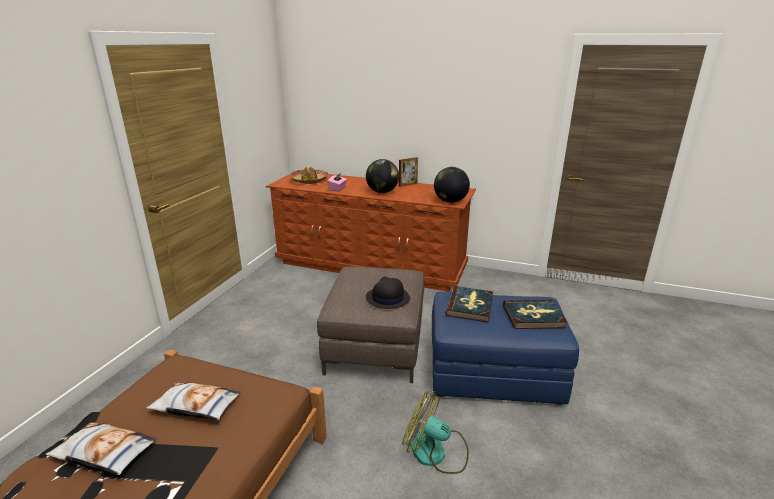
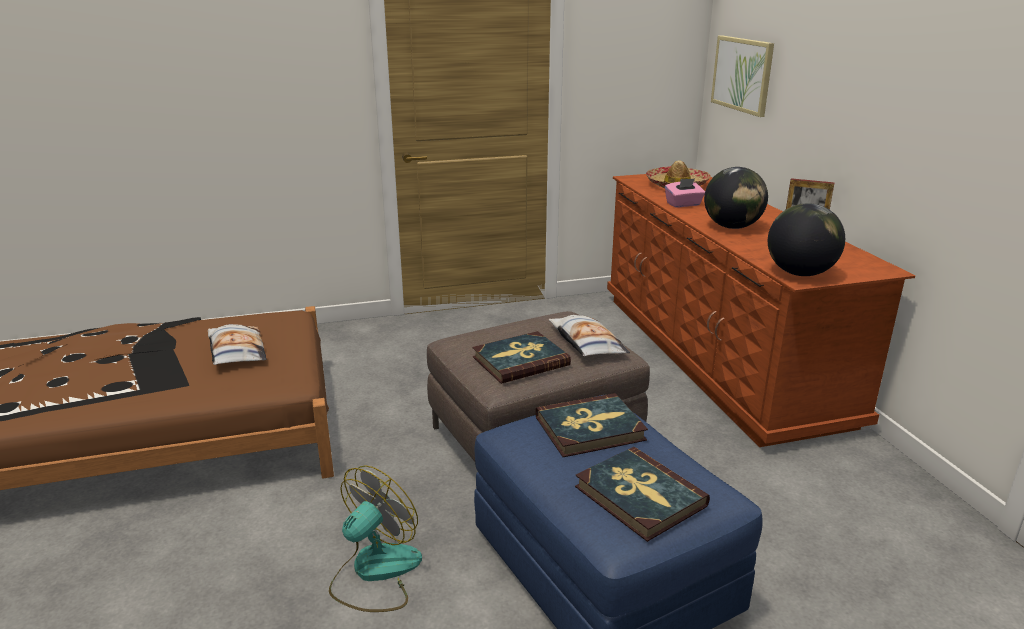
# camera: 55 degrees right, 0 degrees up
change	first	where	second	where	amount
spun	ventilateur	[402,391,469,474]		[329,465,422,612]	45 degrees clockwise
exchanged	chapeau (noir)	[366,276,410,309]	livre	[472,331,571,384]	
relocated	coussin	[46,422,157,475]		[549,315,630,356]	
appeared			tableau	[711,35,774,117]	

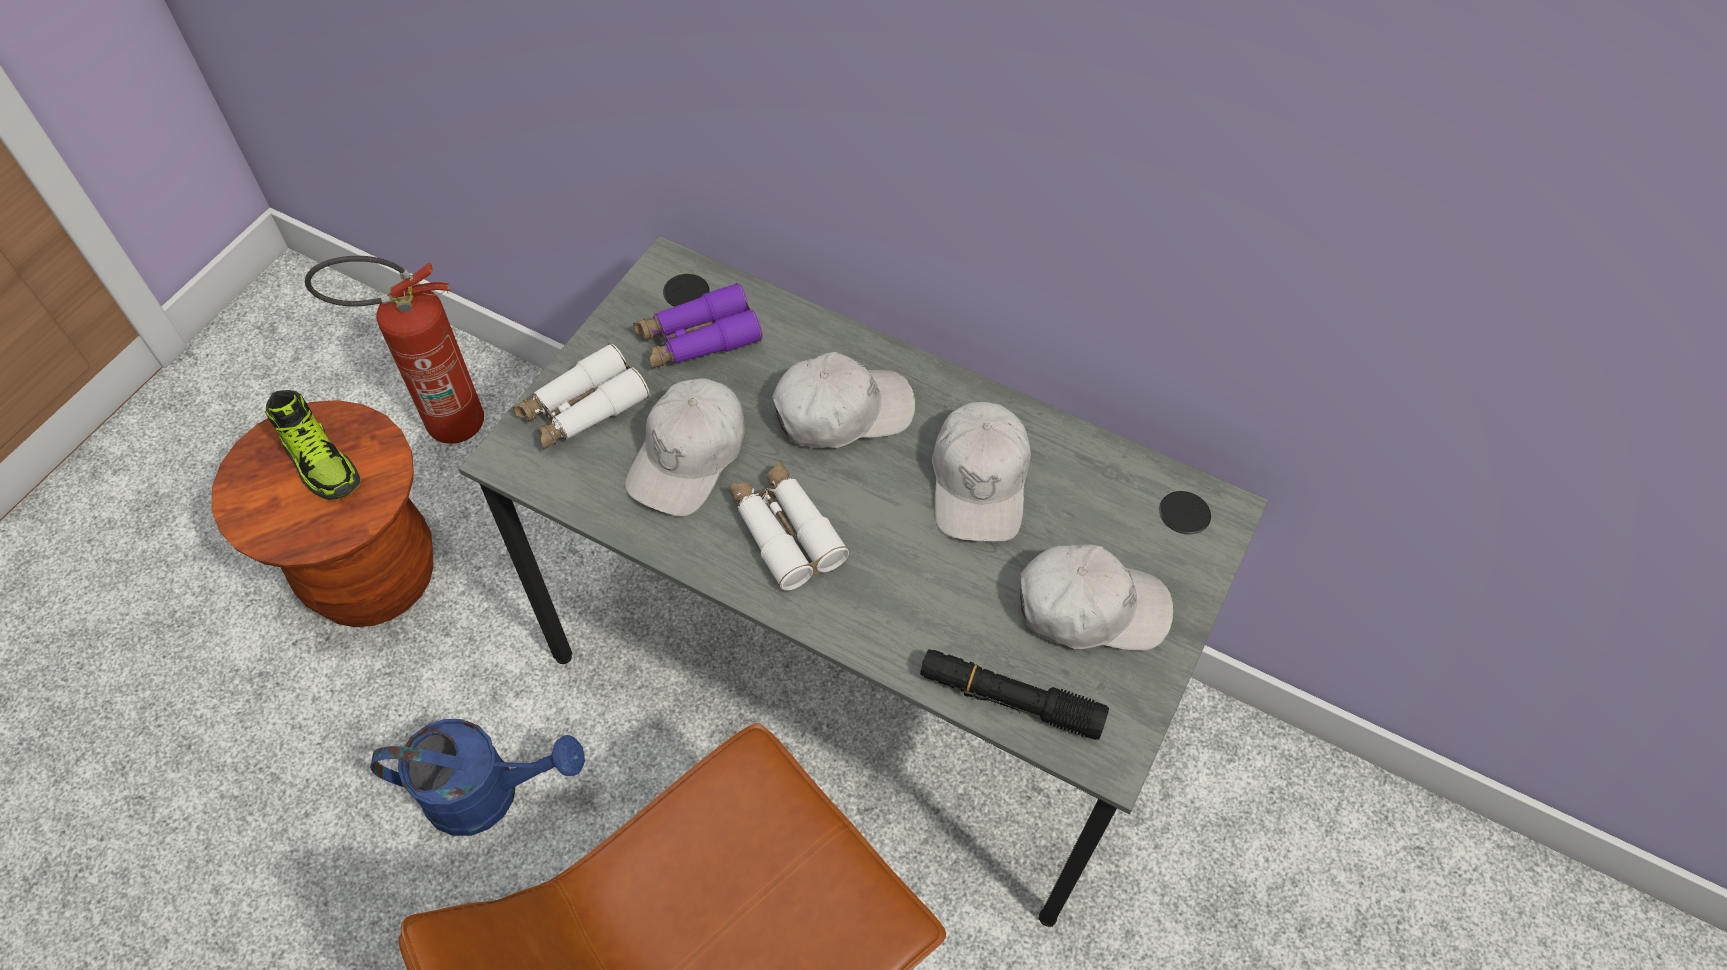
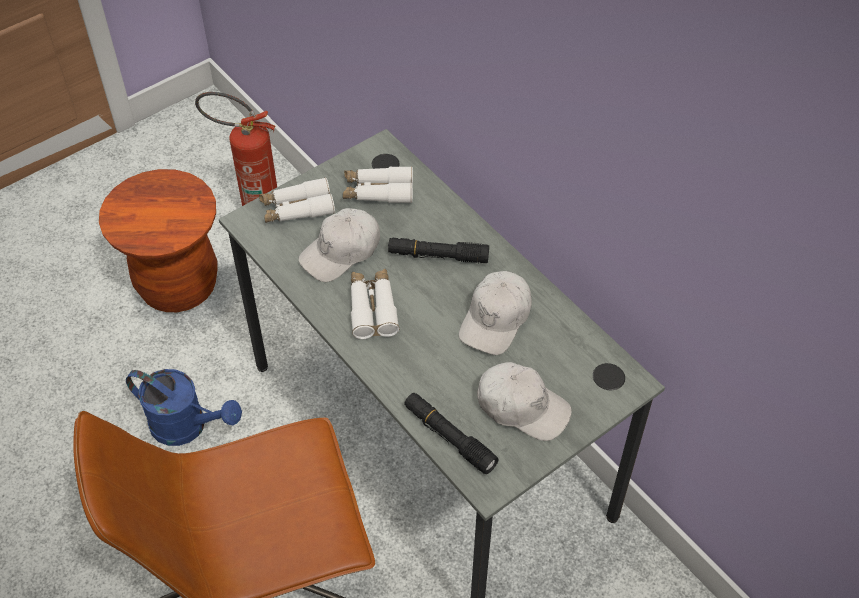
# camera: 25 degrees right, 5 degrees down
change	first	where	second	where	amount
colour	jumelles (violet)	[633,283,763,369]	jumelles (blanc)	[343,166,413,203]	
exchanged	casquette (blanc)	[772,352,915,448]	lampe de poche (noir)	[388,238,489,264]	
missing	chaussure	[265,390,361,500]			

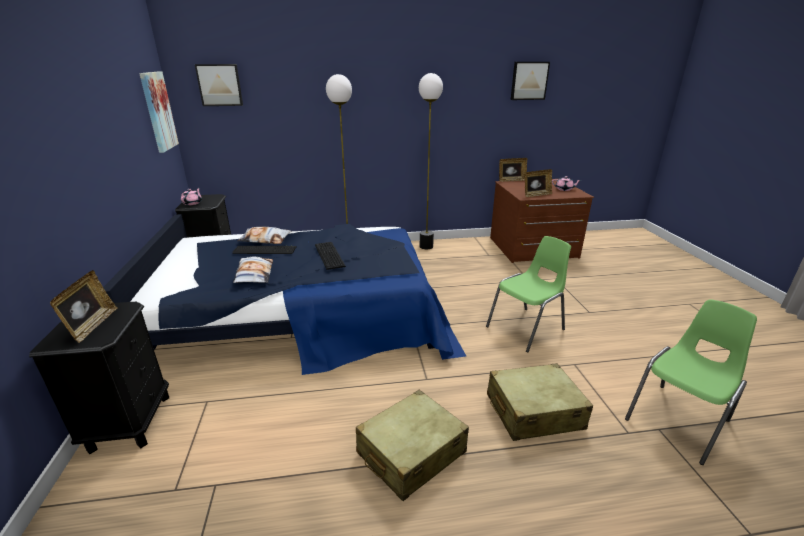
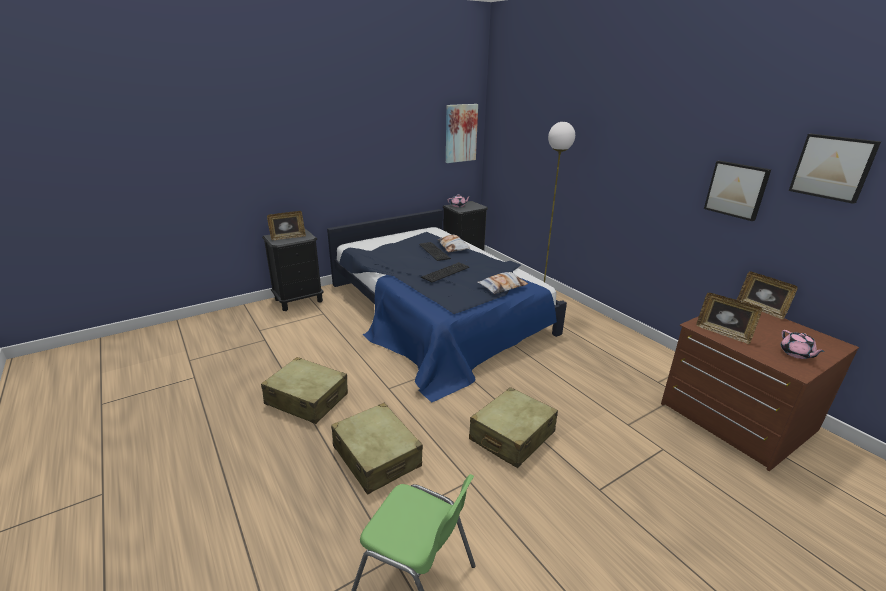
# camera: 65 degrees right, 0 degrees up
change	first	where	second	where	amount
exchanged	chaise (vert)	[486,236,571,352]	valise (beige)	[469,387,558,468]	
relocated	coussin	[233,256,273,283]		[477,272,528,294]	
relocated	tableau	[195,64,243,106]		[704,161,771,221]	
missing	lampadaire	[419,73,443,249]			

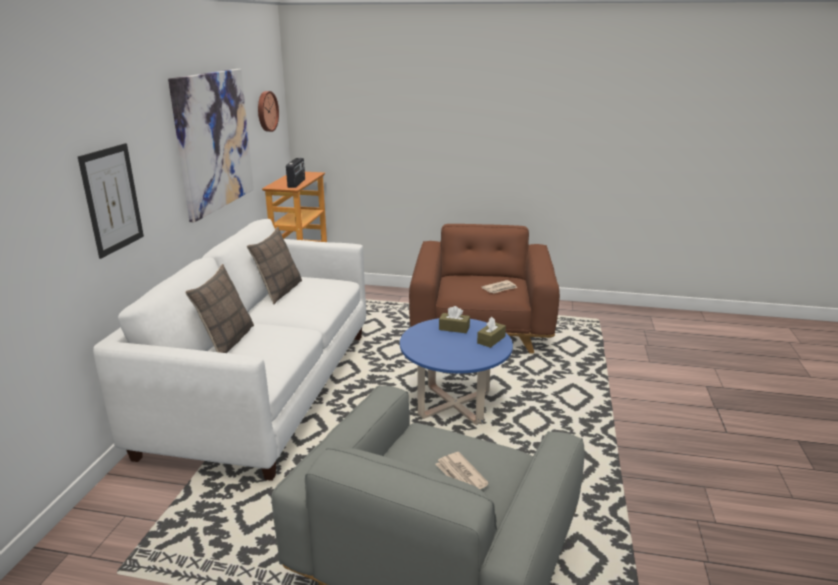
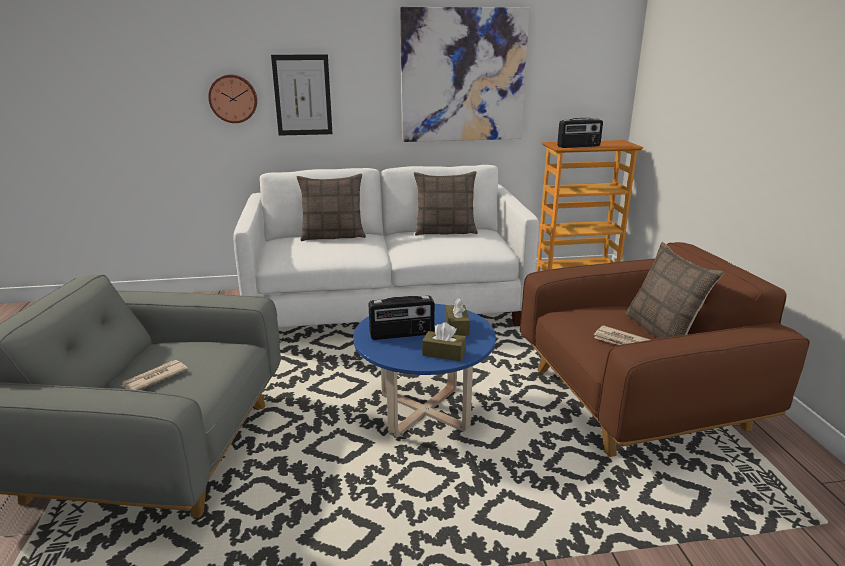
# camera: 70 degrees right, 0 degrees up
change	first	where	second	where	amount
relocated	horloge murale	[258,91,279,132]		[208,75,257,123]	
appeared			radio	[369,296,435,340]	
appeared			coussin	[625,242,723,338]	

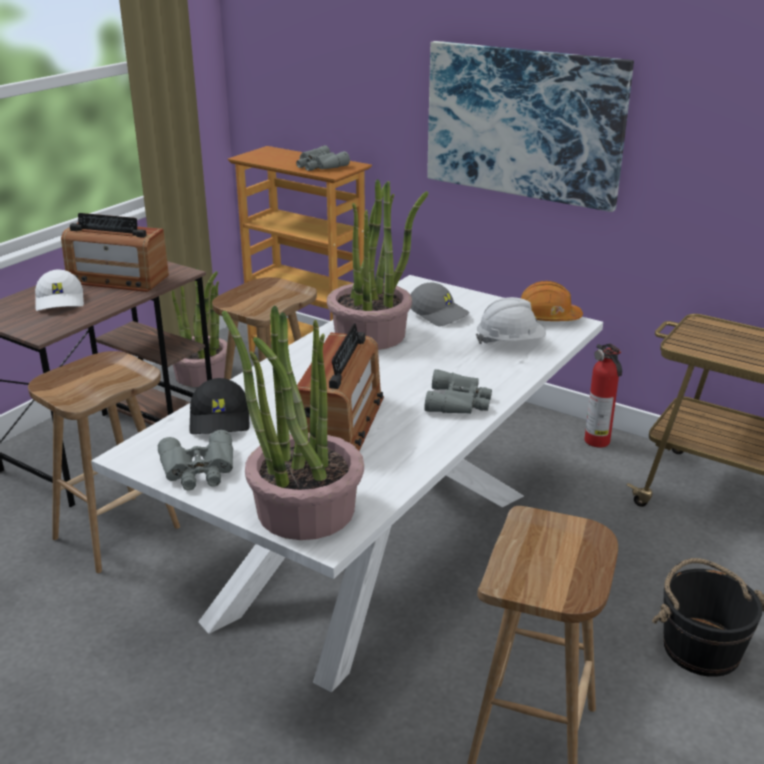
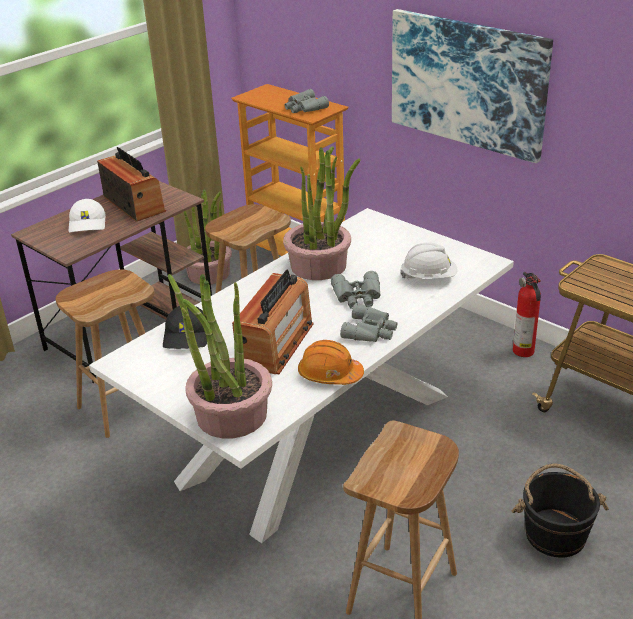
# camera: 10 degrees right, 5 degrees up
change	first	where	second	where	amount
spun	radio	[61,213,169,292]		[97,147,166,222]	150 degrees counterclockwise
relocated	casque de chantier (orange)	[521,281,583,321]		[298,340,364,385]	
relocated	jumelles (gris)	[158,430,233,491]		[331,271,381,309]	
missing	casquette (gris)	[410,283,470,326]			

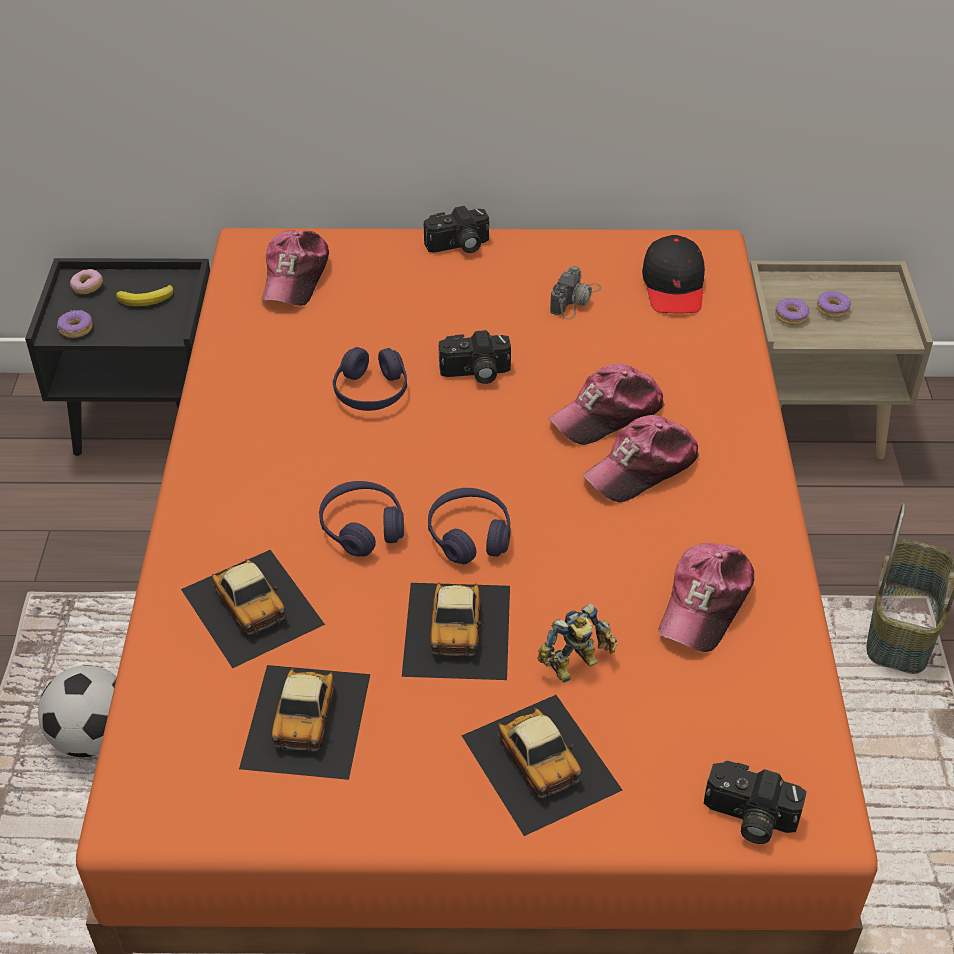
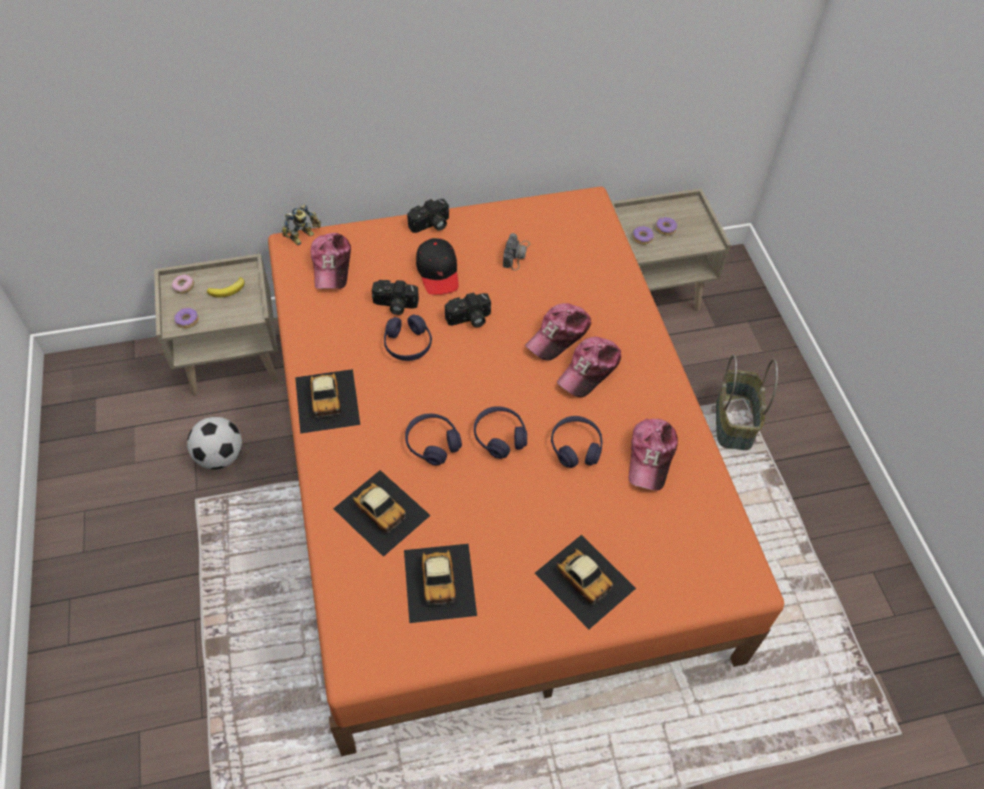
# camera: 15 degrees left, 10 degrees up
change	first	where	second	where	amount
colour	table de chevet (noir)	[25,258,210,456]	table de chevet (beige)	[154,253,278,395]	
relocated	ballon de foot	[38,665,117,757]		[187,417,242,469]	
relocated	robot jouet	[537,603,618,683]		[282,204,321,245]	
relocated	petite voiture	[402,582,510,680]		[295,369,360,434]	
relocated	appareil photo	[704,761,807,844]		[372,280,419,315]	
relocated	casquette (noir)	[642,235,705,313]		[416,238,458,295]	
appeared			casque audio (violet)	[551,416,602,468]	

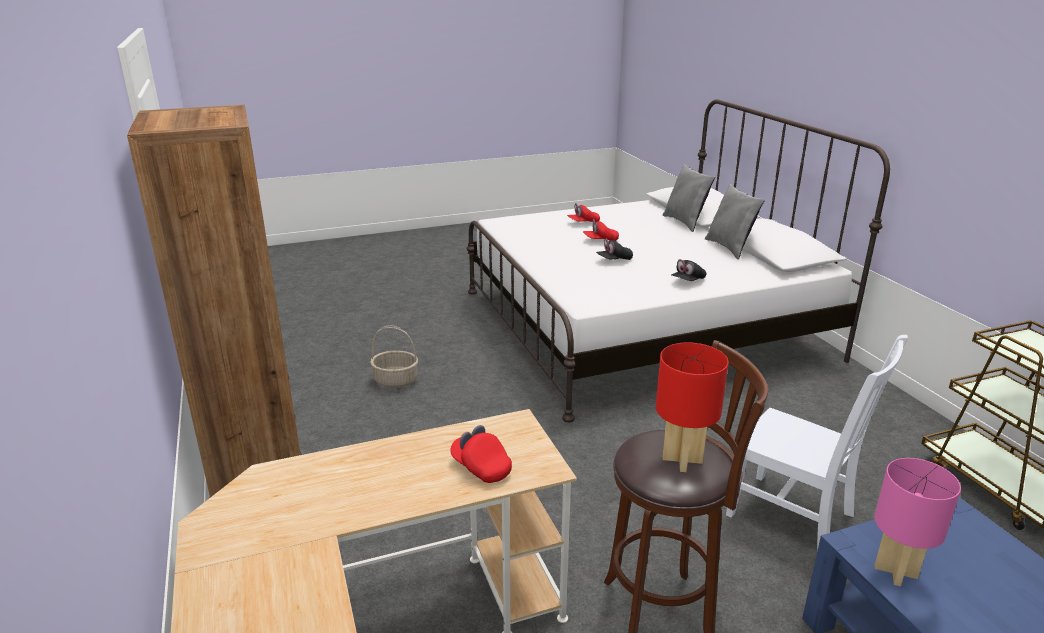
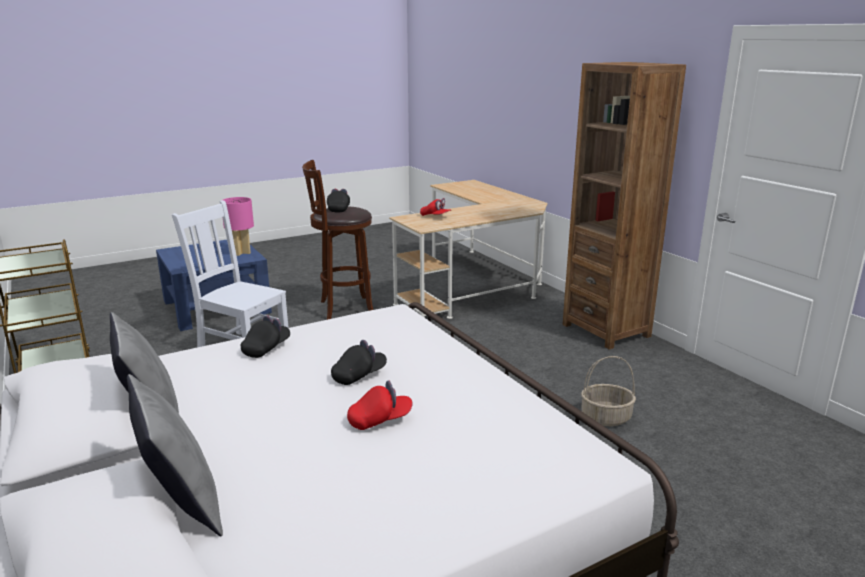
# camera: 170 degrees right, 5 degrees down
change	first	where	second	where	amount
exchanged	lampe de table (rouge)	[656,342,729,472]	casquette (noir)	[327,189,350,213]	
missing	casquette (rouge)	[567,203,600,222]			

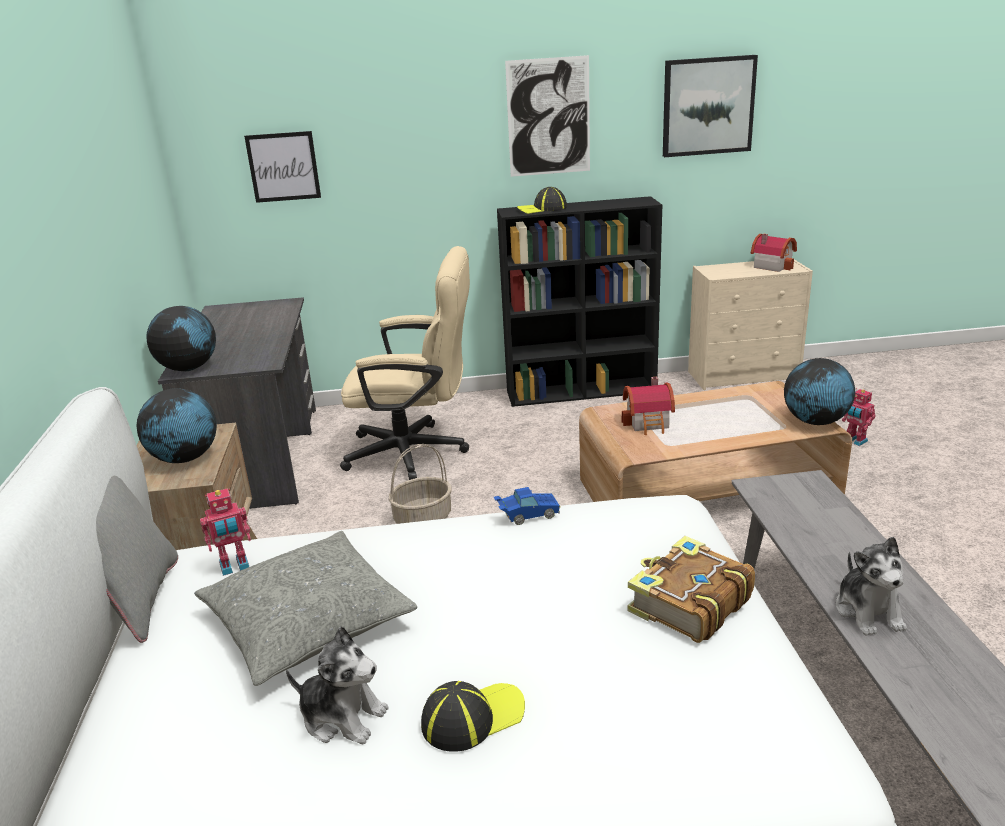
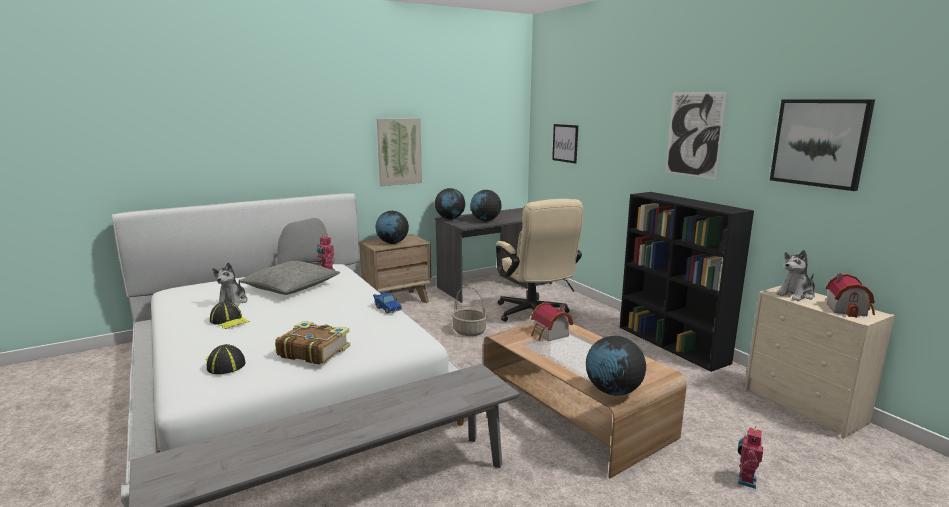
# camera: 65 degrees right, 10 degrees down
change	first	where	second	where	amount
relocated	casquette	[517,187,567,214]		[206,344,246,374]	
appeared			tableau	[377,118,422,186]	
appeared			globe	[470,190,502,221]	
relocated	peluche	[836,537,907,636]		[777,250,815,301]	

